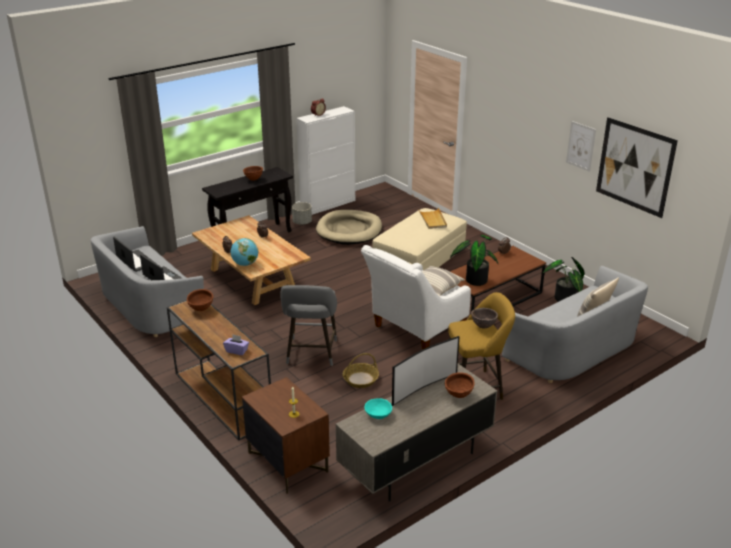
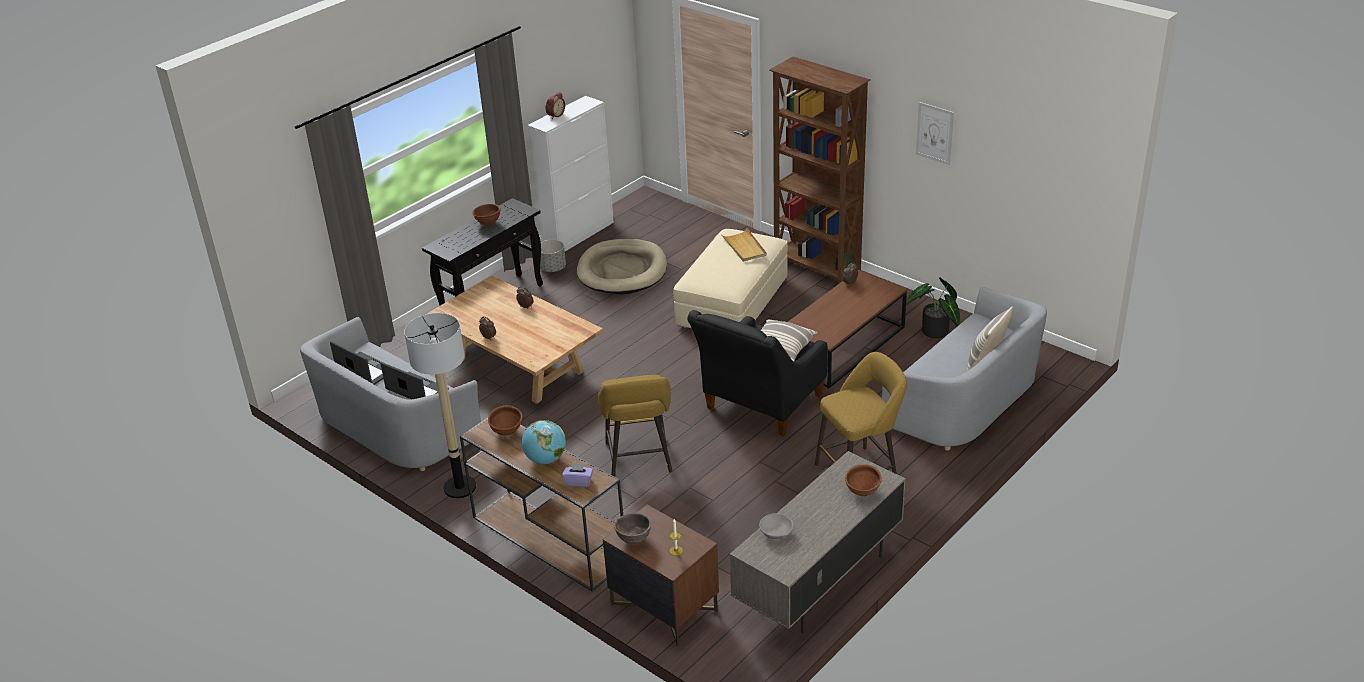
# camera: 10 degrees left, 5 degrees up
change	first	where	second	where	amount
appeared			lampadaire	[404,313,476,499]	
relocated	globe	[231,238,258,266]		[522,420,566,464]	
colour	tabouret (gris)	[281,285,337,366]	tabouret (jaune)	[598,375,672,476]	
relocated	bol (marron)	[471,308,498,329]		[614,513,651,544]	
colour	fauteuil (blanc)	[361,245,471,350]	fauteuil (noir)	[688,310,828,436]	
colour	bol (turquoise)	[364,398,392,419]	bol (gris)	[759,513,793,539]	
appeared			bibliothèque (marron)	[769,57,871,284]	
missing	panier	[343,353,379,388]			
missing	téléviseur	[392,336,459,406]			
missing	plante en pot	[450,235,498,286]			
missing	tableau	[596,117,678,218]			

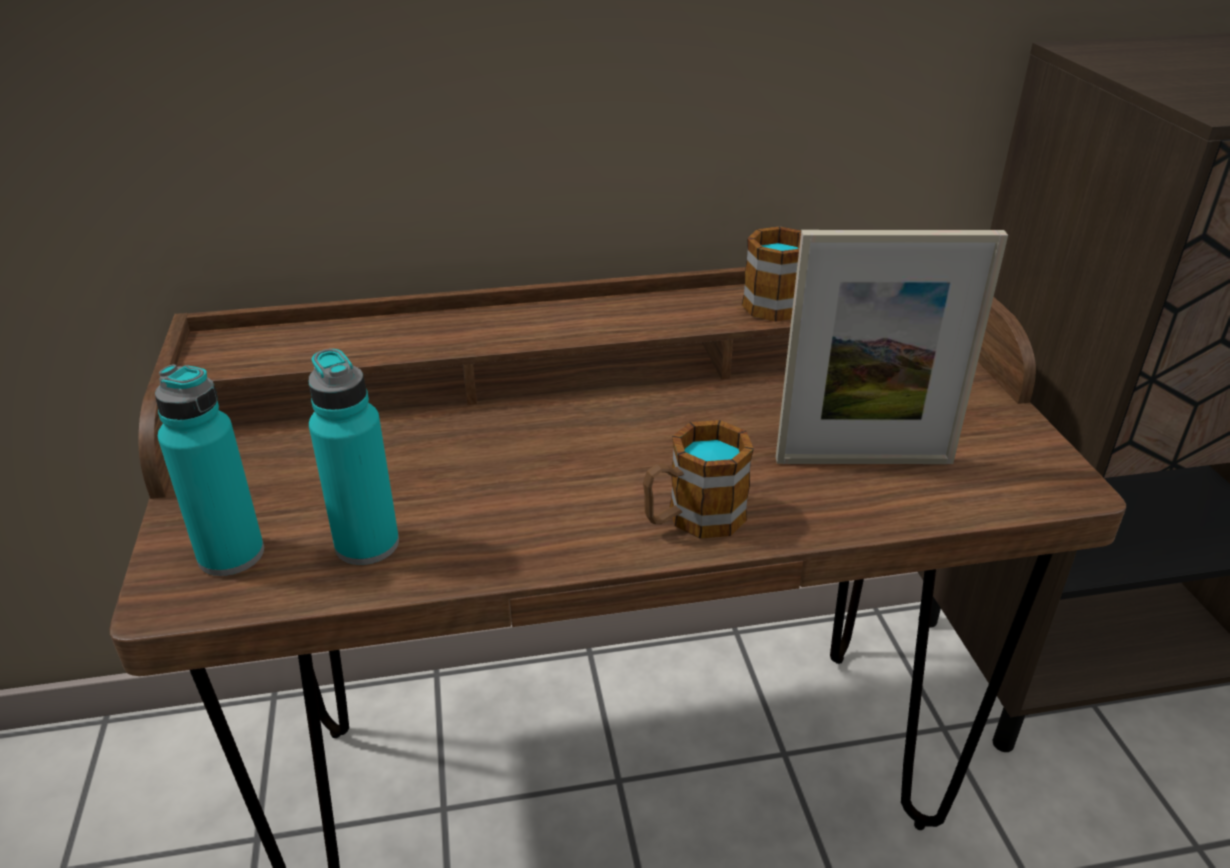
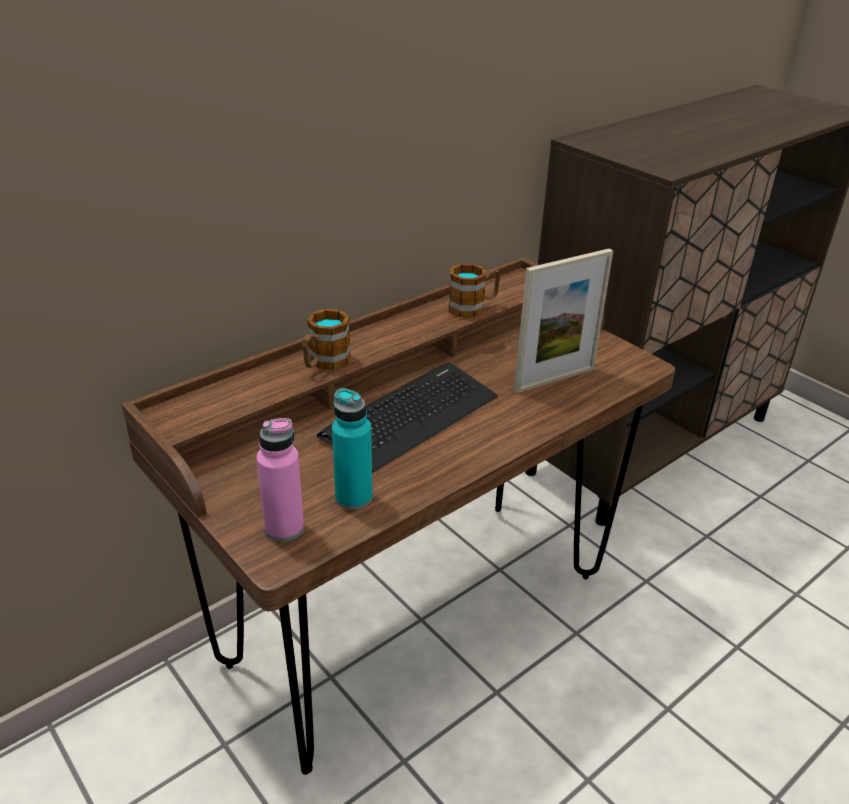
# camera: 30 degrees left, 0 degrees up
change	first	where	second	where	amount
colour	bouteille (turquoise)	[155,364,264,576]	bouteille (rose)	[256,418,304,542]	
relocated	mug	[643,420,754,539]		[302,308,351,370]	
appeared			clavier	[317,363,498,473]	

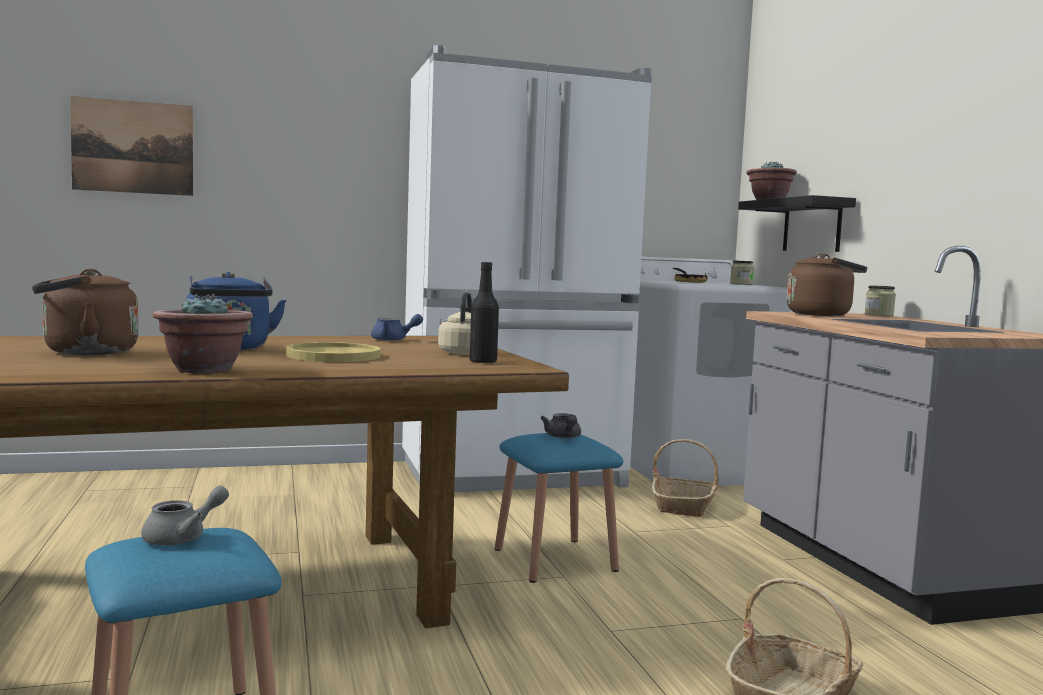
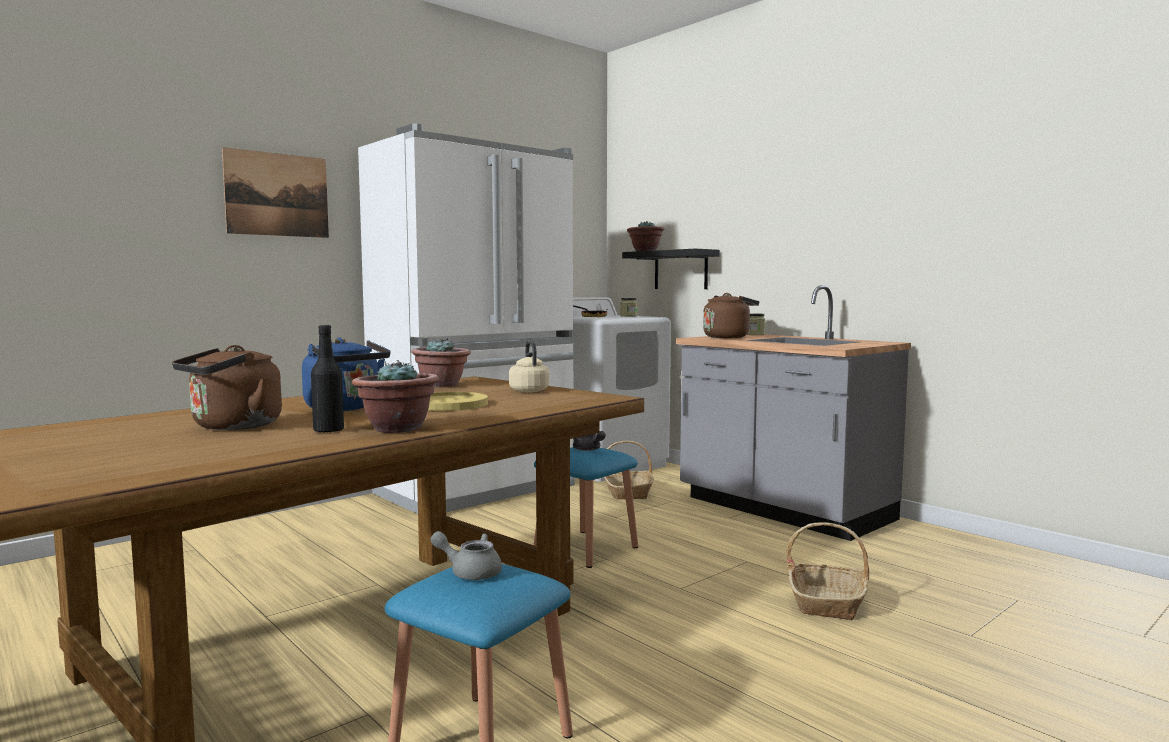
# camera: 25 degrees left, 0 degrees up
change	first	where	second	where	amount
relocated	tableau	[70,96,193,196]		[222,147,329,238]	
relocated	bouteille (noir)	[470,262,499,363]		[311,325,344,433]	
exchanged	théière (bleu)	[371,314,423,341]	plante en pot	[411,339,471,387]	
spun	théière (gris)	[141,486,229,546]		[430,531,502,580]	90 degrees counterclockwise

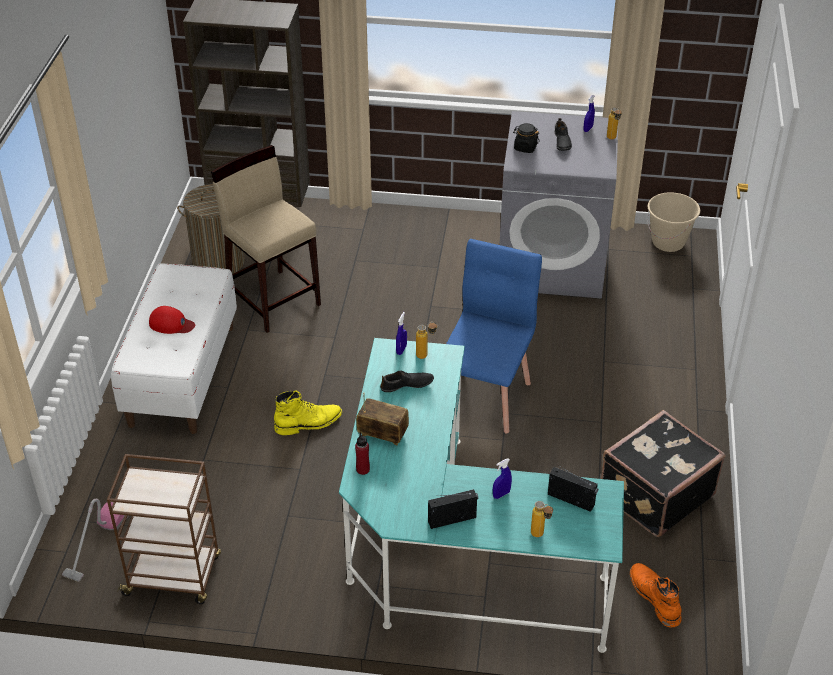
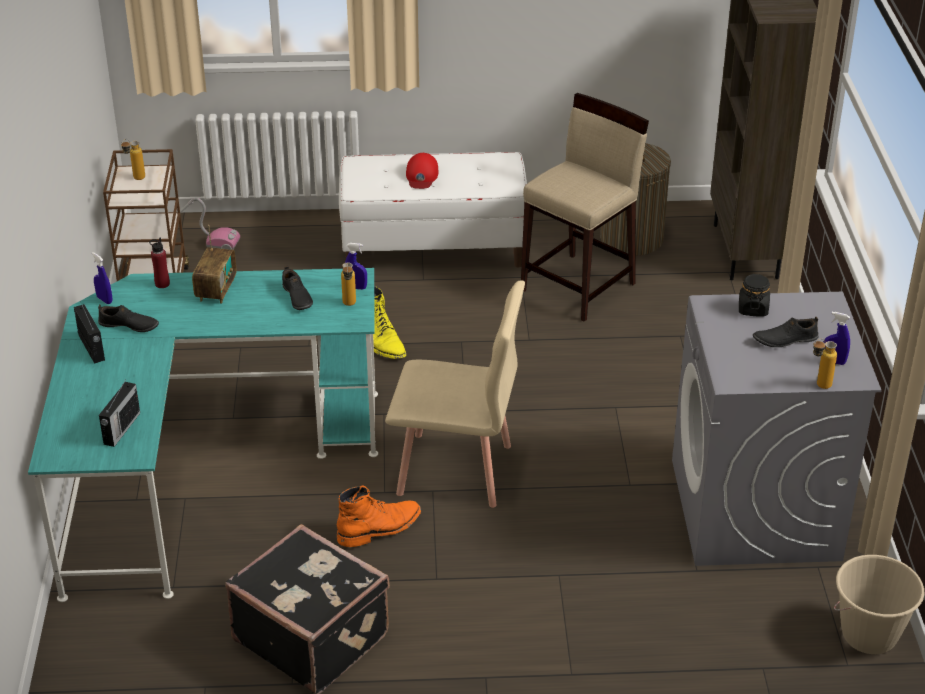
# camera: 80 degrees right, 5 degrees down
change	first	where	second	where	amount
relocated	vaporisateur (bleu)	[493,459,512,499]		[92,252,112,304]	
appeared			chaussure (noir)	[98,304,159,332]	
relocated	bouteille	[531,501,553,537]		[121,139,145,180]	
relocated	botte (orange)	[630,563,682,627]		[337,485,421,547]	
colour	chaise (bleu)	[446,239,542,433]	chaise (beige)	[385,280,525,508]	

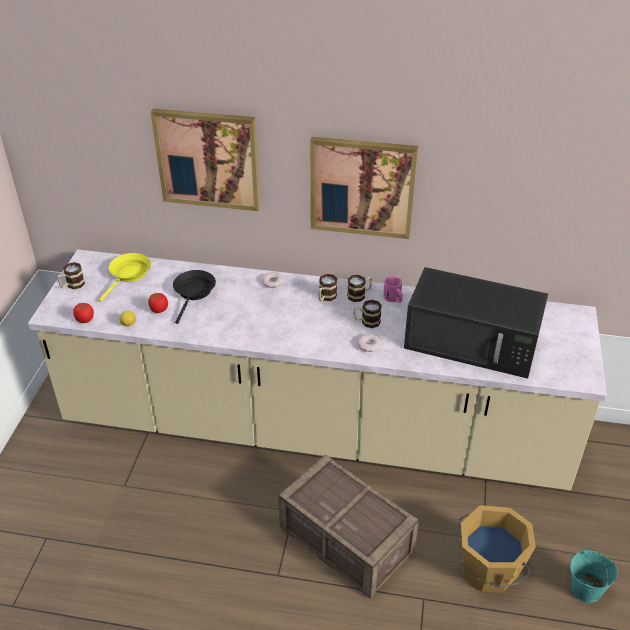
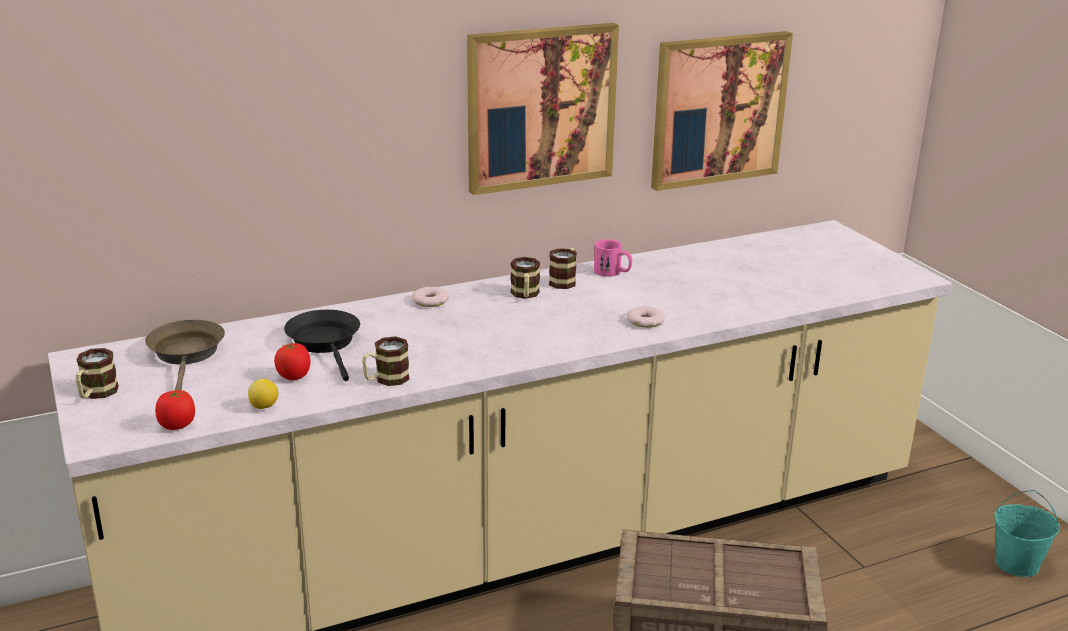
# camera: 35 degrees left, 15 degrees down
change	first	where	second	where	amount
colour	poêle (jaune)	[99,253,151,302]	poêle (marron)	[145,320,225,391]	
relocated	mug	[354,300,382,328]		[362,336,409,386]	
relocated	tableau	[151,109,260,211]		[651,31,793,191]	
missing	micro-ondes (noir)	[404,267,548,379]			
missing	seau (orange)	[454,505,536,593]			

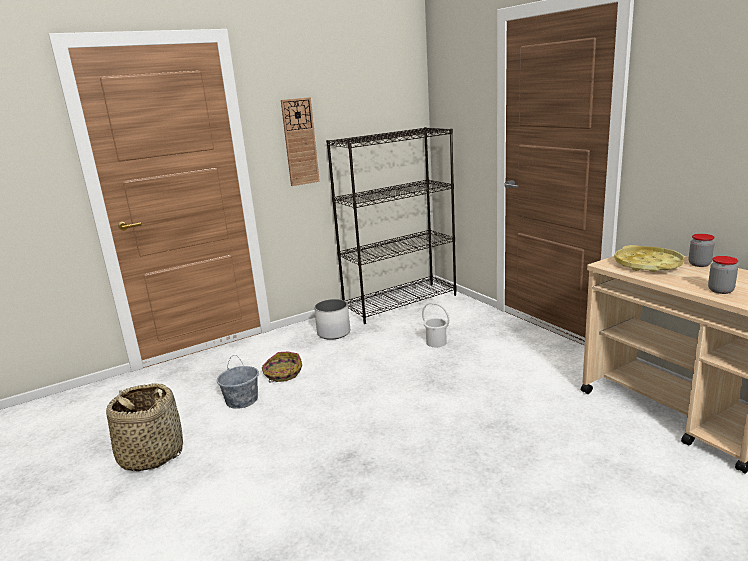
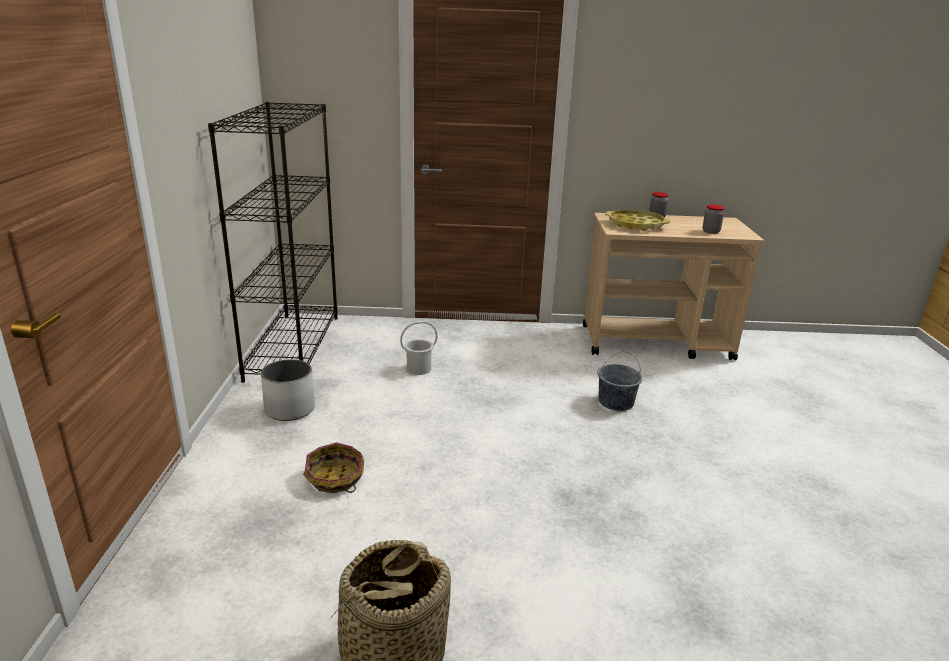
# camera: 60 degrees left, 5 degrees up
change	first	where	second	where	amount
relocated	seau (gris)	[217,355,259,409]		[597,351,643,411]	
missing	horloge murale	[281,97,320,186]			

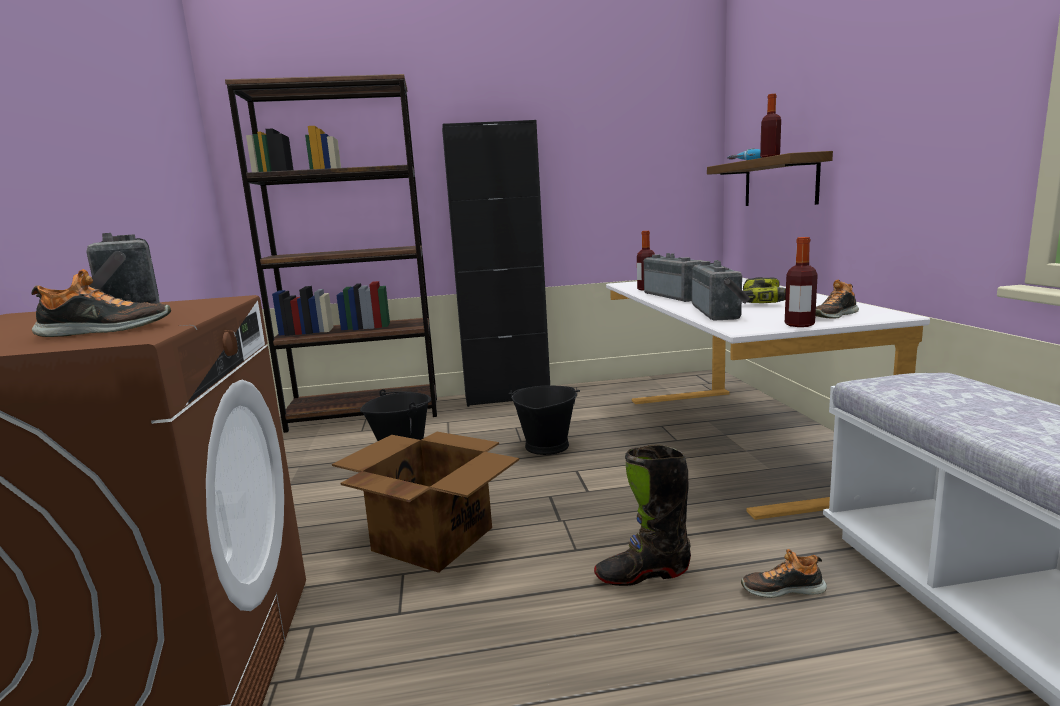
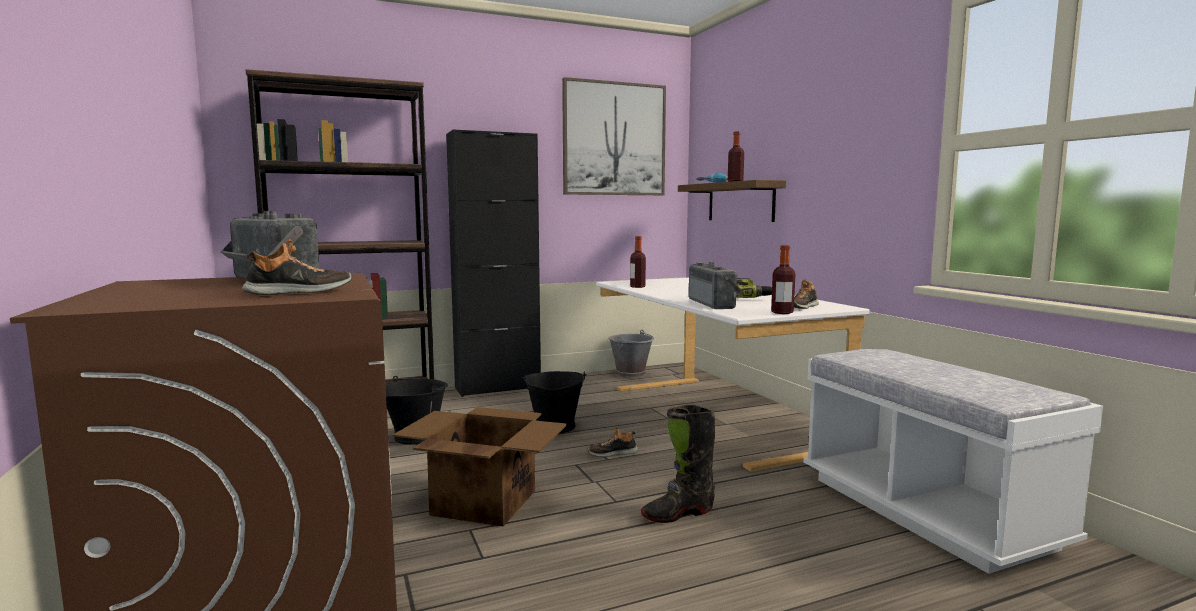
# camera: 15 degrees left, 5 degrees down
change	first	where	second	where	amount
appeared			tableau	[562,77,666,195]	
relocated	chaussure	[741,549,827,598]		[588,427,638,457]	
appeared			seau (gris)	[609,330,654,378]	
missing	radio	[644,253,703,302]			

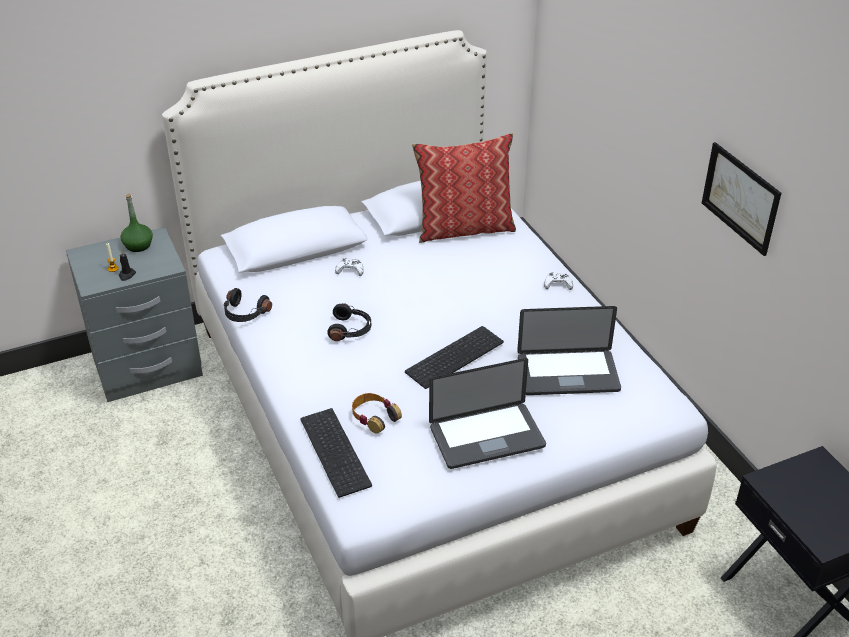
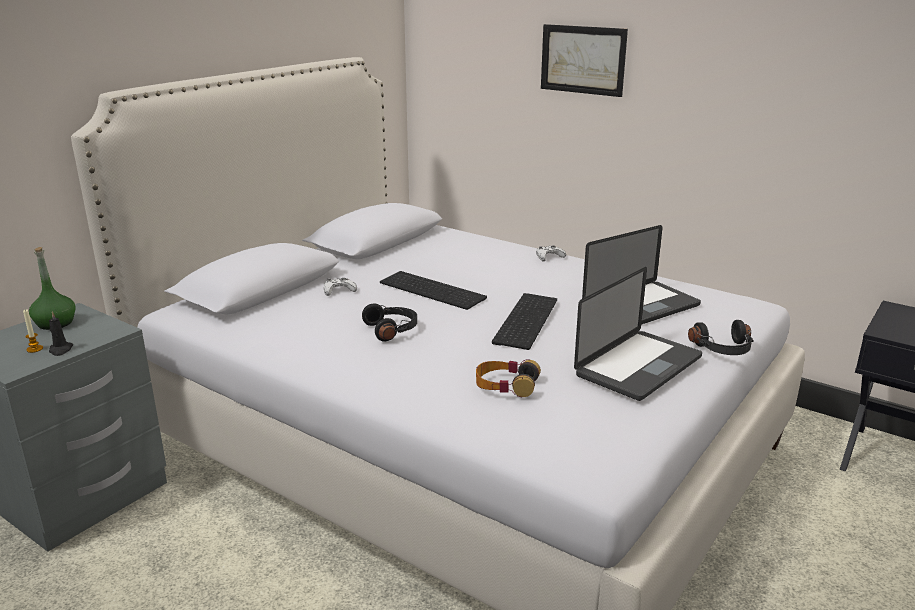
# camera: 30 degrees left, 15 degrees down
change	first	where	second	where	amount
relocated	clavier	[300,408,372,498]		[380,271,487,310]	
relocated	tableau	[702,142,781,256]		[541,24,628,97]	
relocated	casque audio (noir)	[224,288,272,322]		[688,320,754,355]	
missing	coussin	[412,133,516,243]			

